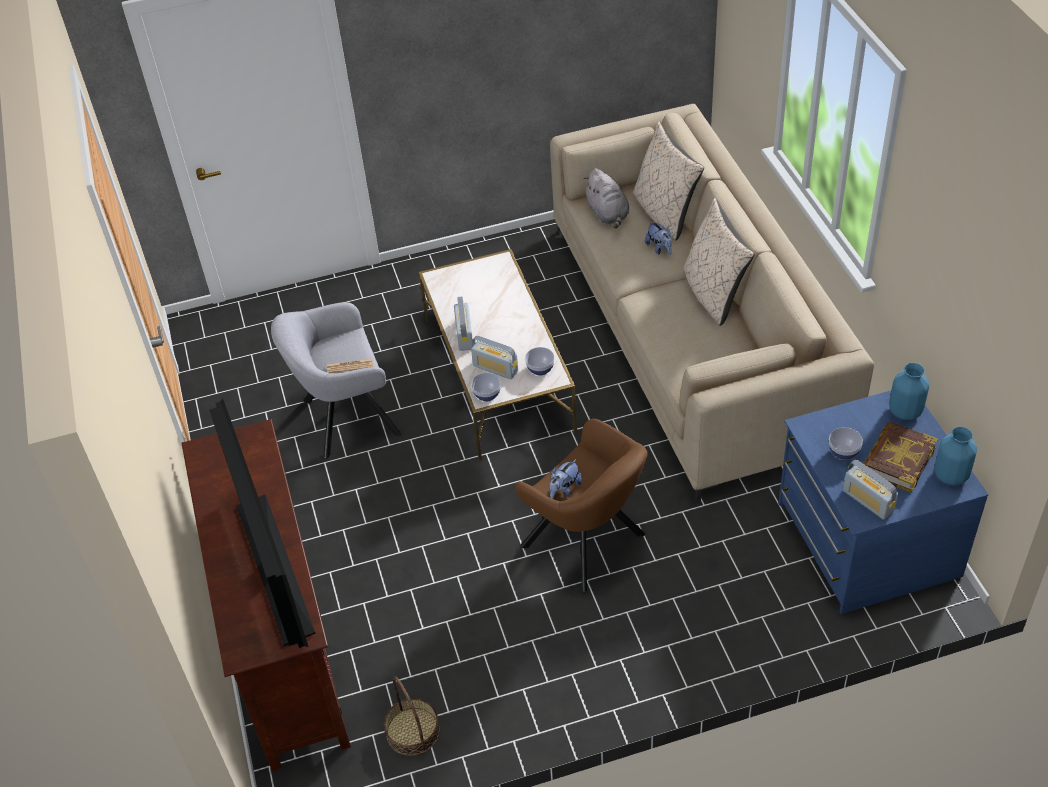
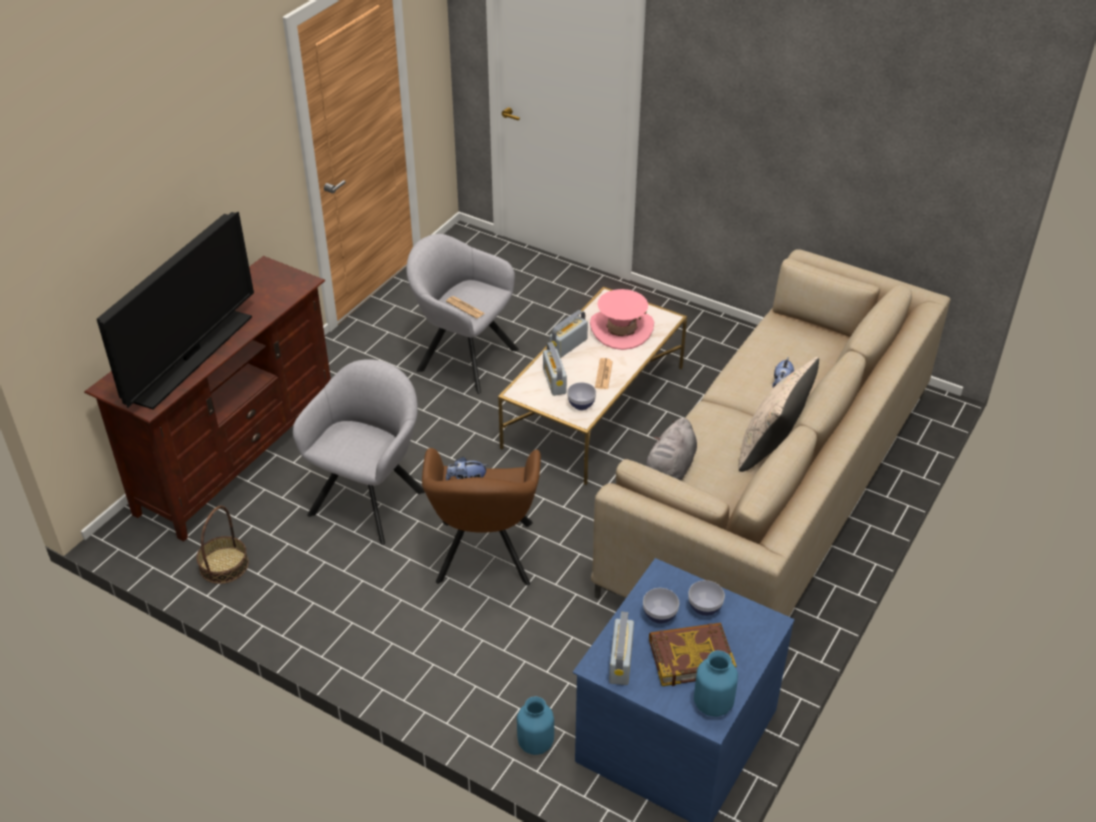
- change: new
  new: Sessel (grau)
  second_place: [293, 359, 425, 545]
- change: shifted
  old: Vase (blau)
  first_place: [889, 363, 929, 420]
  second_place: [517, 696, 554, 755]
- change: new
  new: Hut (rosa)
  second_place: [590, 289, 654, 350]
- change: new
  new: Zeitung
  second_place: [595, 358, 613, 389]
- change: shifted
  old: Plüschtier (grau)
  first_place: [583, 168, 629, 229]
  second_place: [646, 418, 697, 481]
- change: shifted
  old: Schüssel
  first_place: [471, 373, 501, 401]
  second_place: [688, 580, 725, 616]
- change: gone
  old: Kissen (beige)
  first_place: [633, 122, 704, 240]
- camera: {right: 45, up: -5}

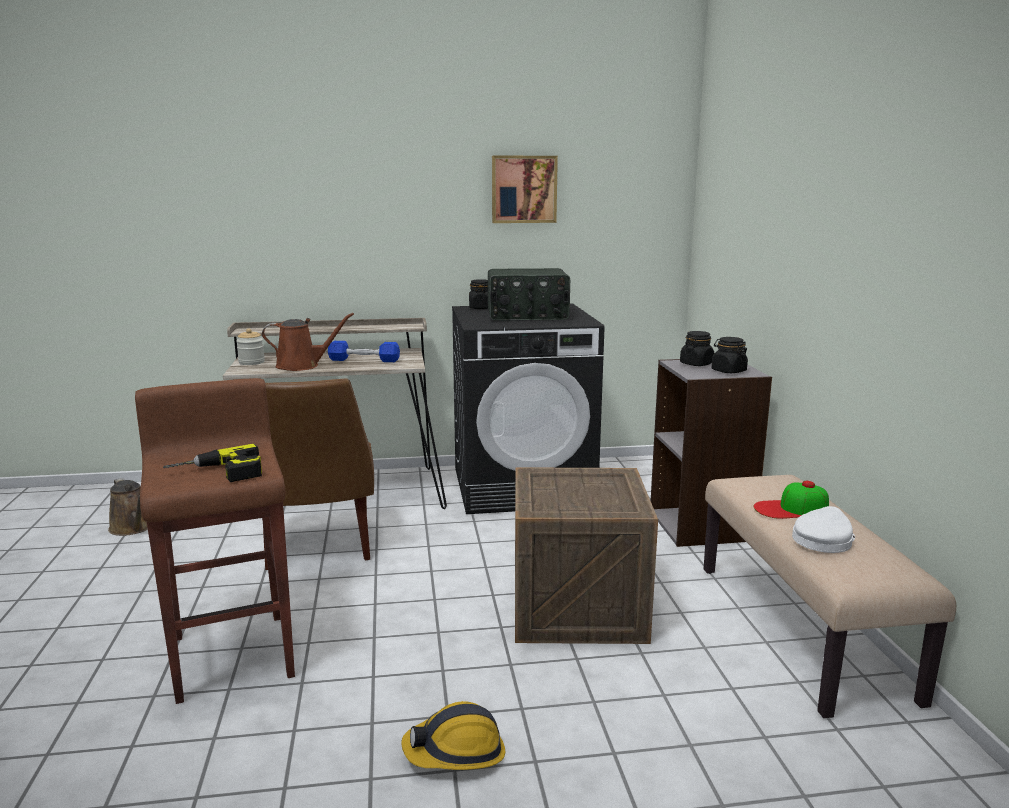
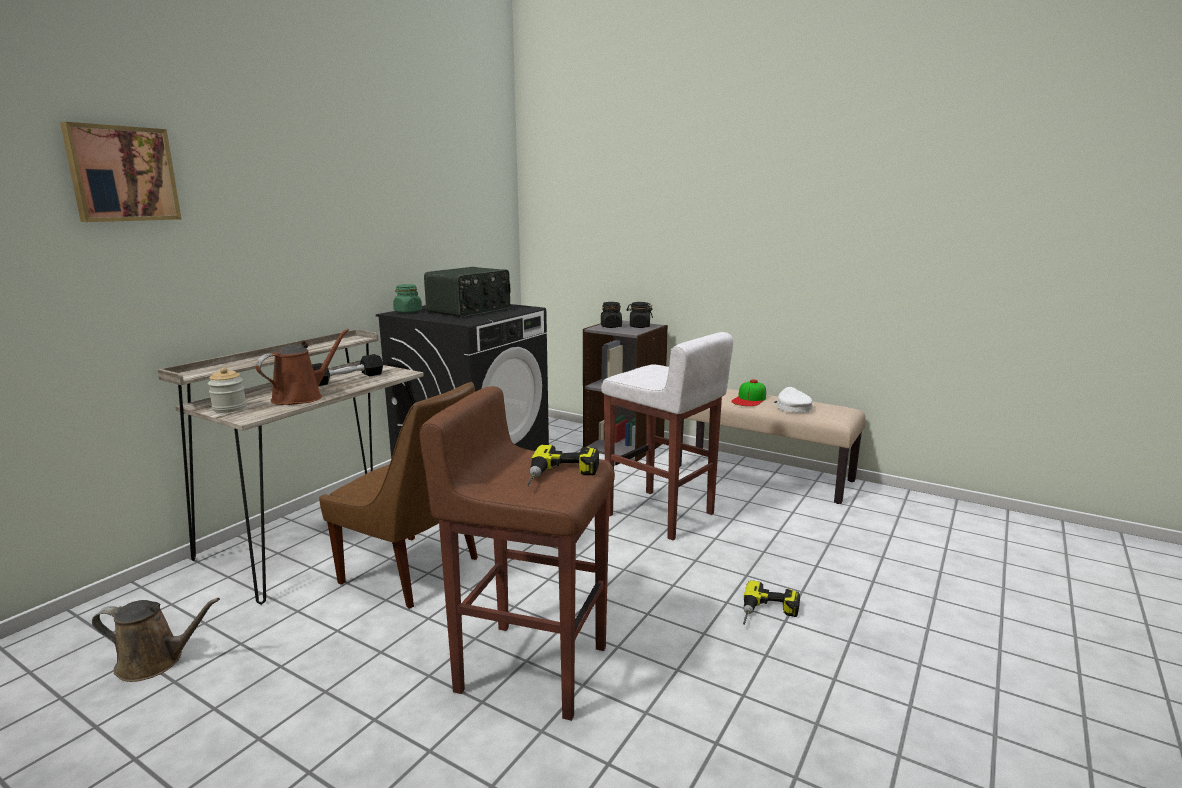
- change: shifted
  old: Bild
  first_place: [492, 156, 558, 223]
  second_place: [60, 122, 182, 222]
- change: repainted
  old: Hantel (blau)
  new: Hantel (schwarz)
  first_place: [328, 341, 400, 362]
  second_place: [312, 354, 383, 386]
- change: repainted
  old: Vorratsglas (schwarz)
  new: Vorratsglas (grün)
  first_place: [469, 279, 488, 309]
  second_place: [393, 284, 422, 313]
- change: swapped
  old: Kiste
  new: Hocker (weiß)
  first_place: [515, 467, 658, 644]
  second_place: [601, 332, 733, 541]
- change: swapped
  old: Schutzhelm
  new: Bohrmaschine
  first_place: [401, 701, 505, 770]
  second_place: [743, 580, 800, 625]
- camera: {right: -50, up: 0}

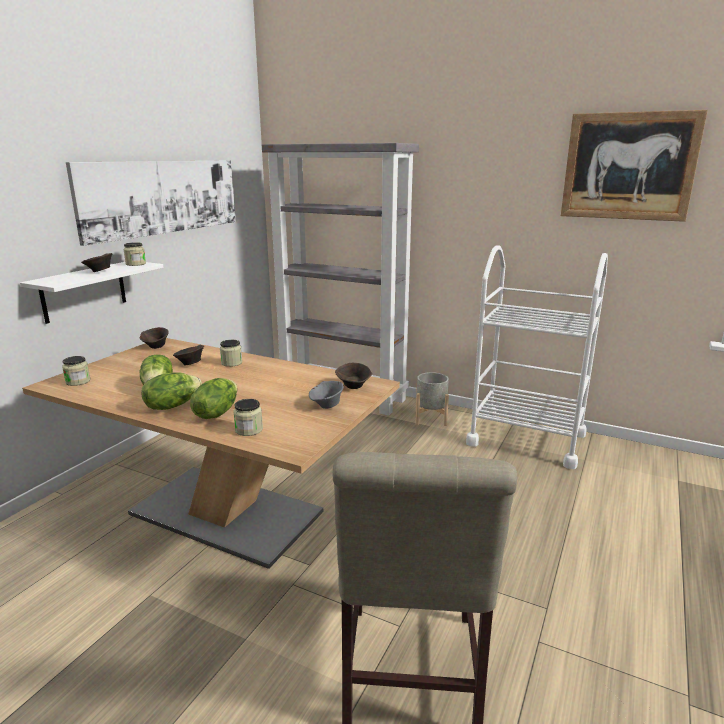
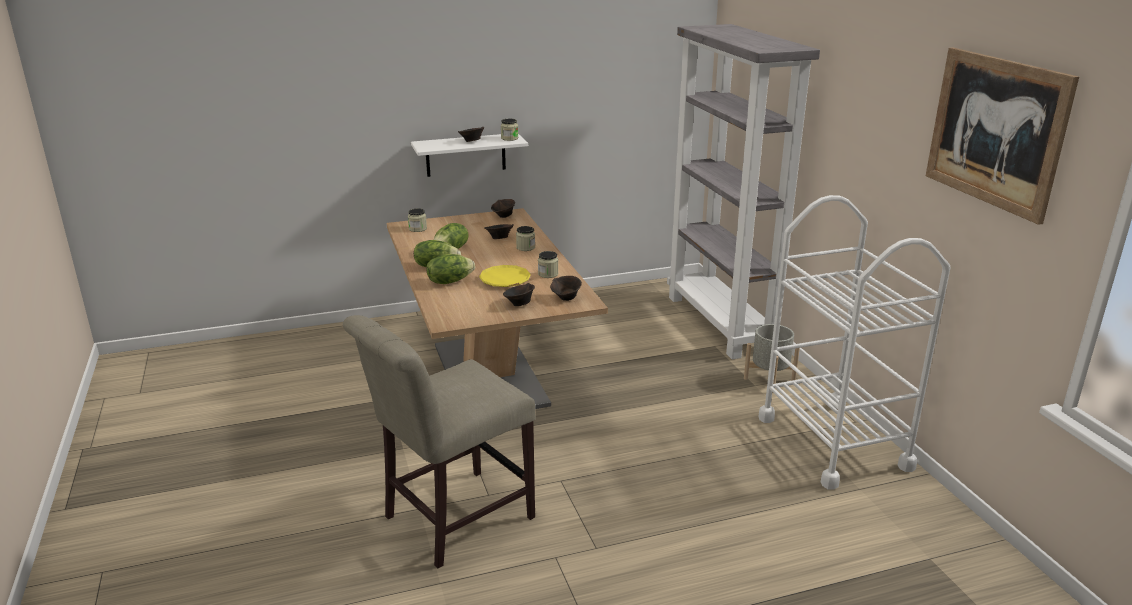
- change: new
  new: Teller (gelb)
  second_place: [479, 265, 531, 287]
- change: repainted
  old: Schüssel (grau)
  new: Schüssel (braun)
  first_place: [309, 381, 344, 409]
  second_place: [503, 283, 535, 306]
- change: shifted
  old: Vorratsglas
  first_place: [233, 399, 263, 436]
  second_place: [538, 251, 558, 278]
- change: gone
  old: Bild
  first_place: [66, 160, 236, 246]
- camera: {right: 45, up: 5}

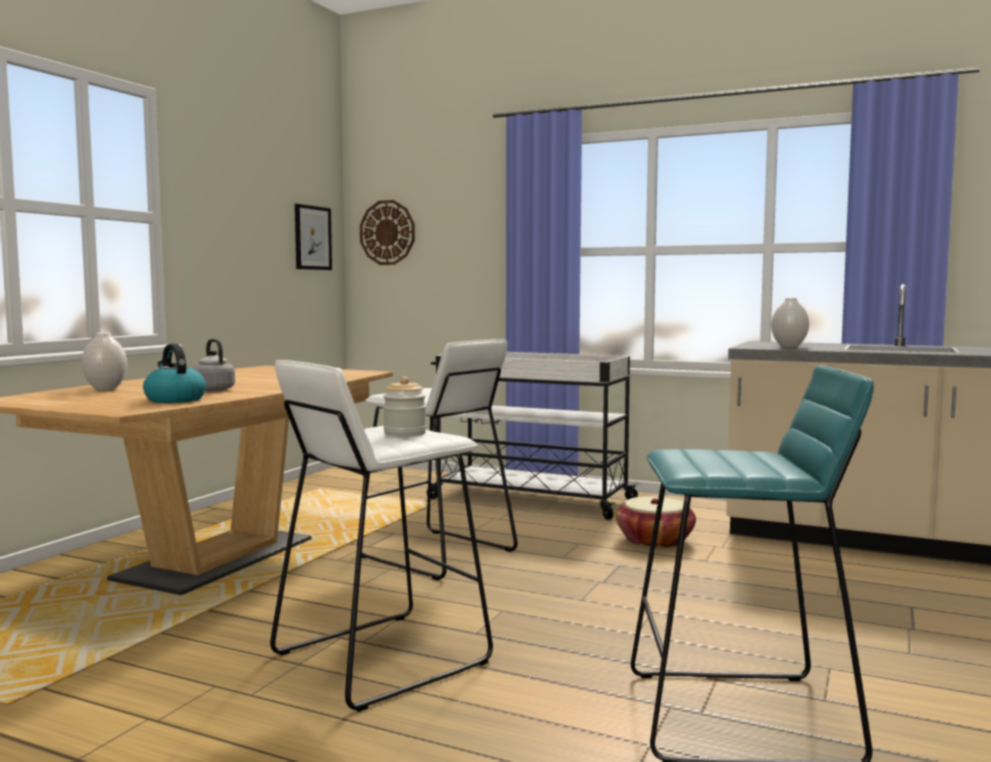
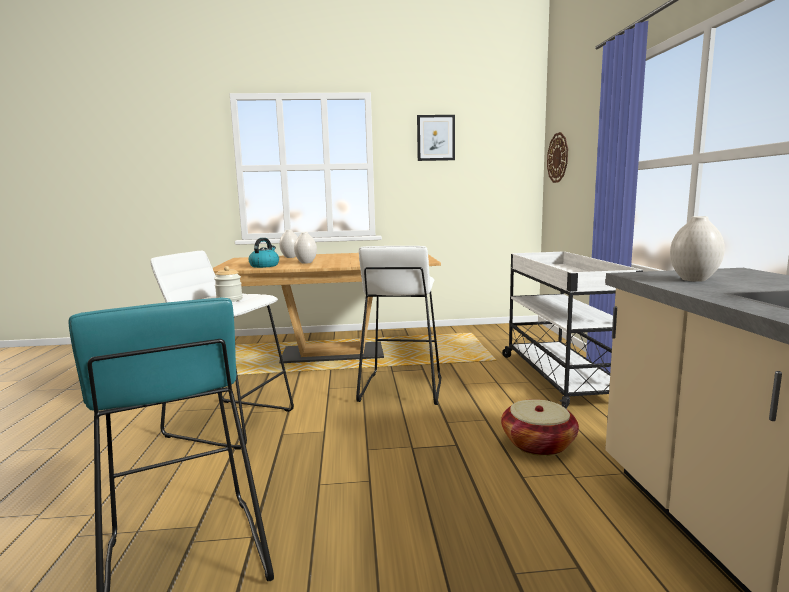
- change: swapped
  old: Wasserkessel (grau)
  new: Vase (weiß)
  first_place: [192, 339, 235, 391]
  second_place: [294, 232, 317, 264]
- change: shifted
  old: Bild
  first_place: [295, 204, 332, 270]
  second_place: [417, 115, 455, 161]
- camera: {right: 60, up: 5}

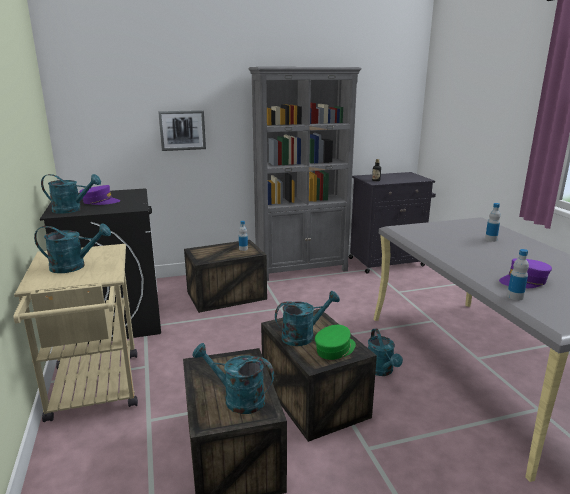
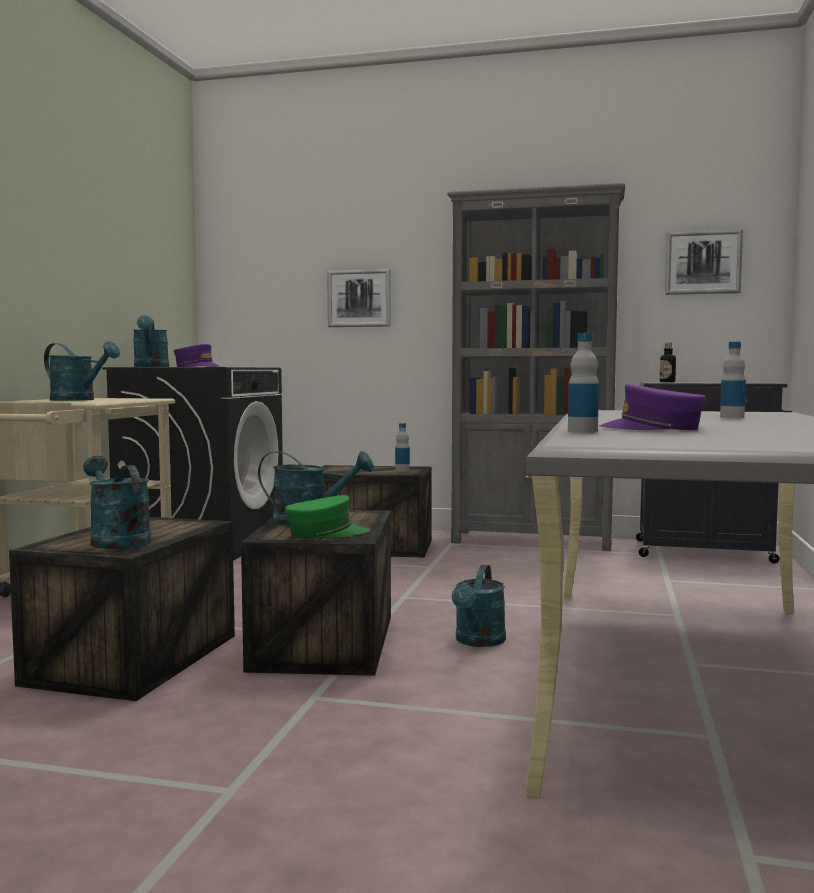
- change: rotated
  old: Gießkanne (türkis)
  first_place: [41, 174, 101, 214]
  second_place: [133, 315, 169, 367]
  degrees: 45
- change: new
  new: Bild
  second_place: [665, 229, 743, 295]
- camera: {right: 30, up: -15}

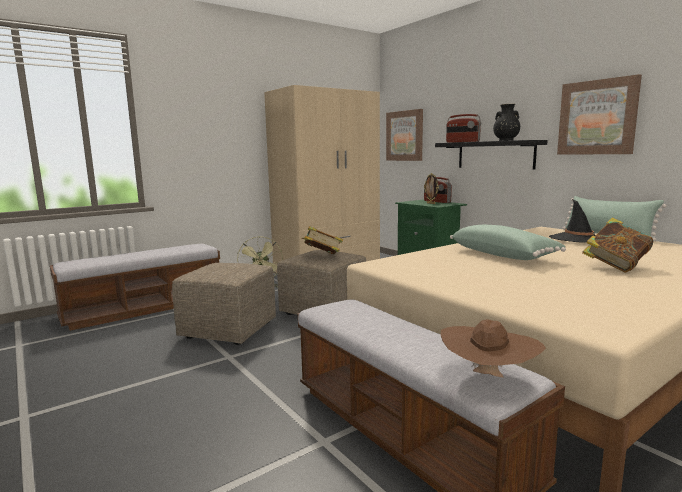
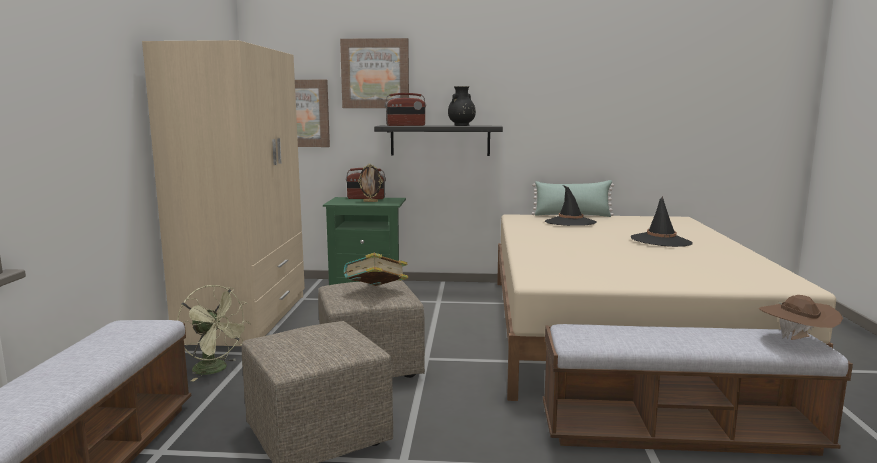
- change: shifted
  old: Bild
  first_place: [557, 74, 642, 155]
  second_place: [340, 38, 409, 108]
- change: swapped
  old: Buch
  new: Hut (schwarz)
  first_place: [582, 218, 653, 272]
  second_place: [631, 196, 693, 247]
- change: gone
  old: Kissen (grün)
  first_place: [450, 225, 566, 260]
- camera: {right: -50, up: 0}

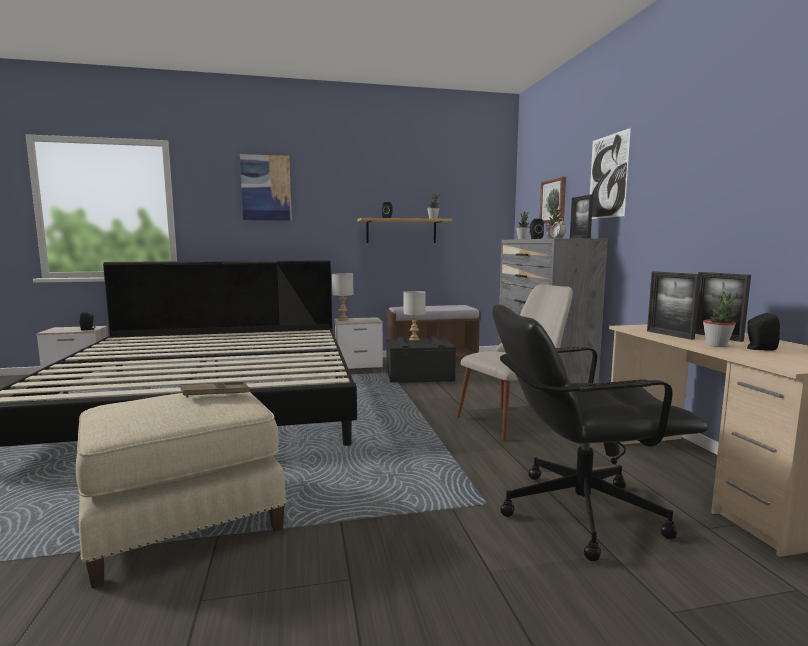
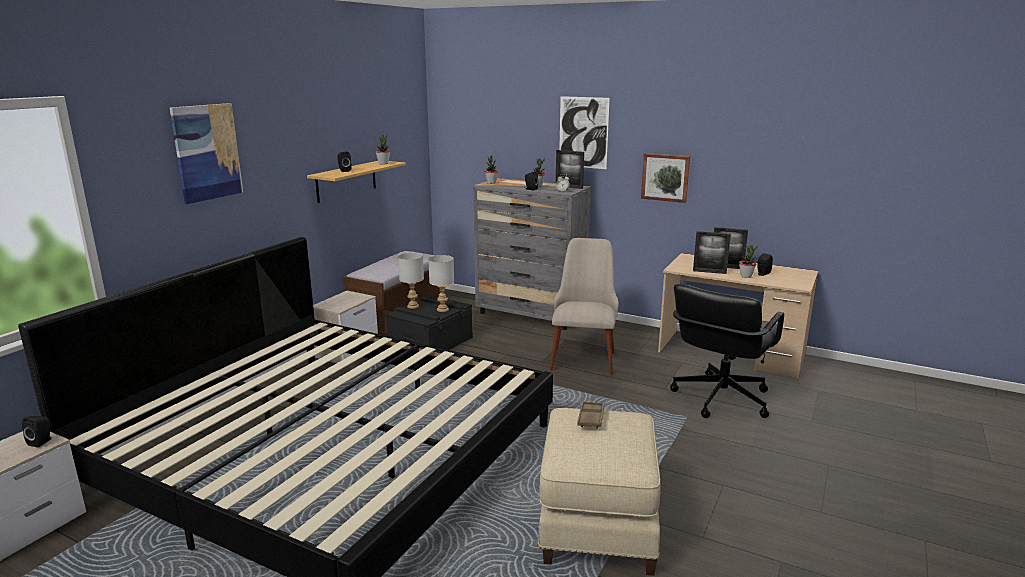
- change: shifted
  old: Tischlampe (grau)
  first_place: [332, 273, 354, 321]
  second_place: [428, 255, 454, 312]
- change: shifted
  old: Bild
  first_place: [539, 177, 566, 223]
  second_place: [641, 153, 690, 203]
- camera: {right: -50, up: 10}

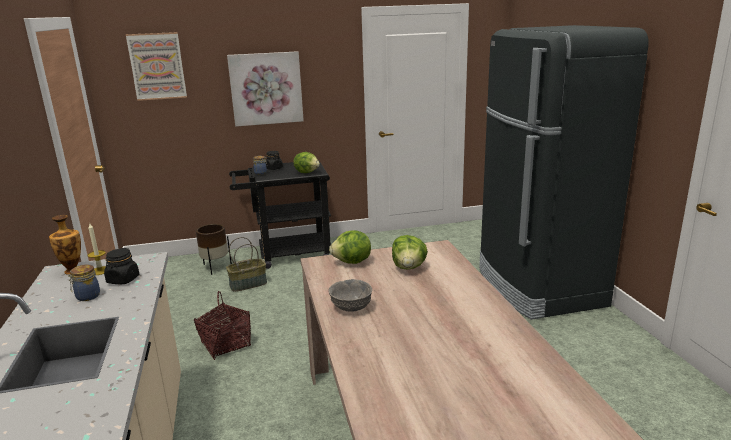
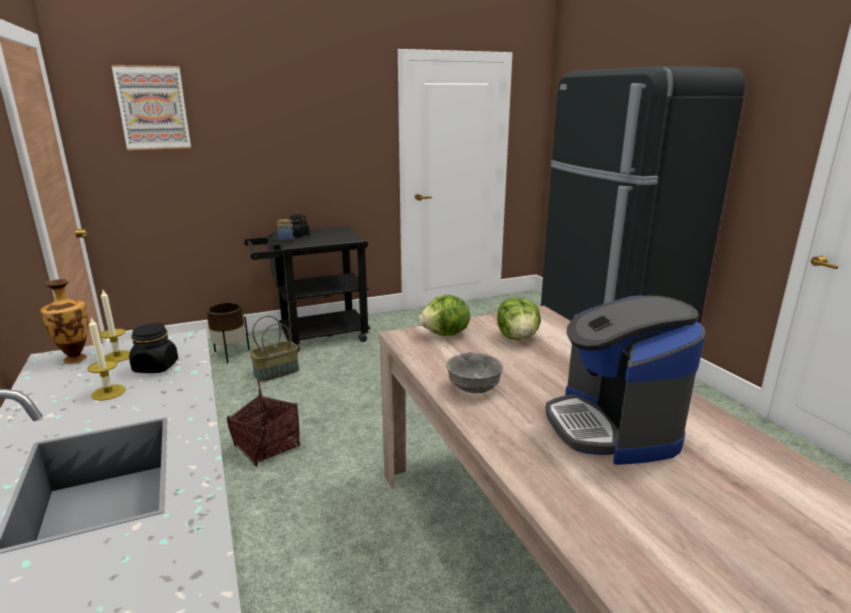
- change: swapped
  old: Vorratsglas
  new: Kerze
  first_place: [68, 265, 100, 301]
  second_place: [87, 317, 126, 400]
- change: new
  new: Kaffeemaschine
  second_place: [546, 295, 706, 465]
- change: gone
  old: Bild
  first_place: [227, 51, 304, 127]
- change: gone
  old: Salatkopf
  first_place: [293, 152, 320, 173]
- camera: {right: -10, up: 0}

